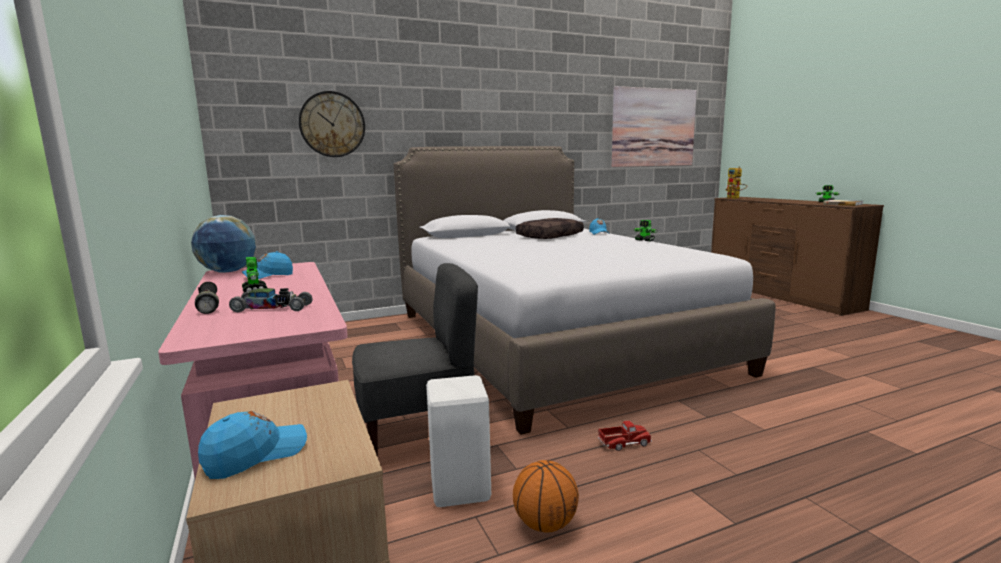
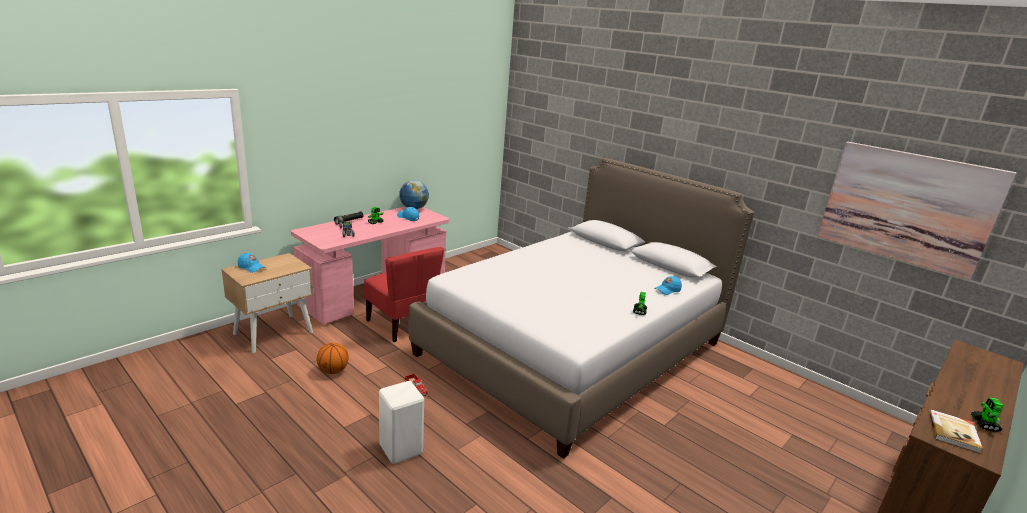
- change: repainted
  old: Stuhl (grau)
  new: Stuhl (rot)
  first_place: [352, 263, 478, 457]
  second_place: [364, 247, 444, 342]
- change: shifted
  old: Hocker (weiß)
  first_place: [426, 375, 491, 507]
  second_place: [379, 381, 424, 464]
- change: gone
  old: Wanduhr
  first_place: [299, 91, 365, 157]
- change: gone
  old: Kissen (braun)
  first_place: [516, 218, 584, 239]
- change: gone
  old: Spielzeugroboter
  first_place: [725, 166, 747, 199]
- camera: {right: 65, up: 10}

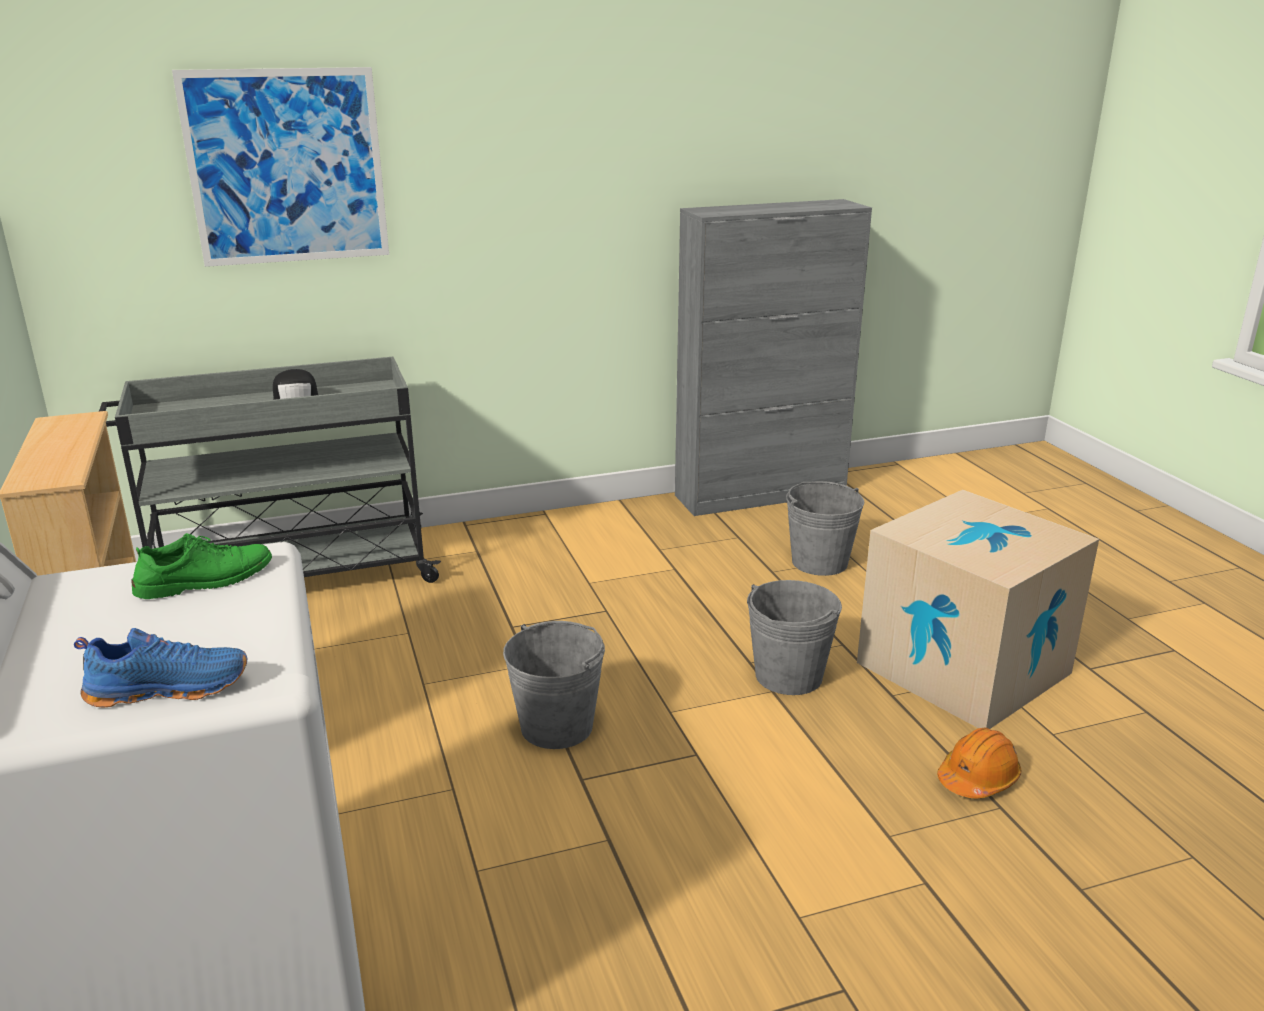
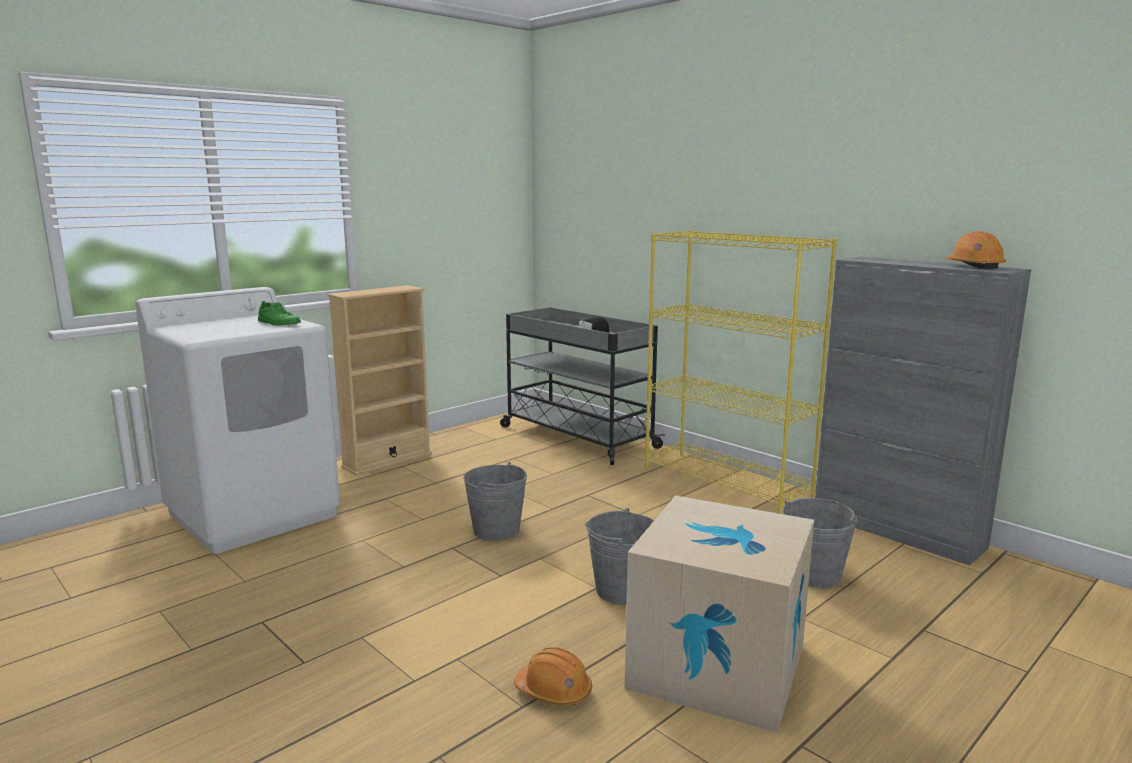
- change: new
  new: Bücherregal (gelb)
  second_place: [645, 230, 837, 514]
- change: new
  new: Schutzhelm (orange)
  second_place: [945, 231, 1006, 269]
- change: gone
  old: Schuh (blau)
  first_place: [74, 628, 247, 708]
- change: gone
  old: Bild
  first_place: [172, 67, 389, 267]
- camera: {right: 65, up: -10}

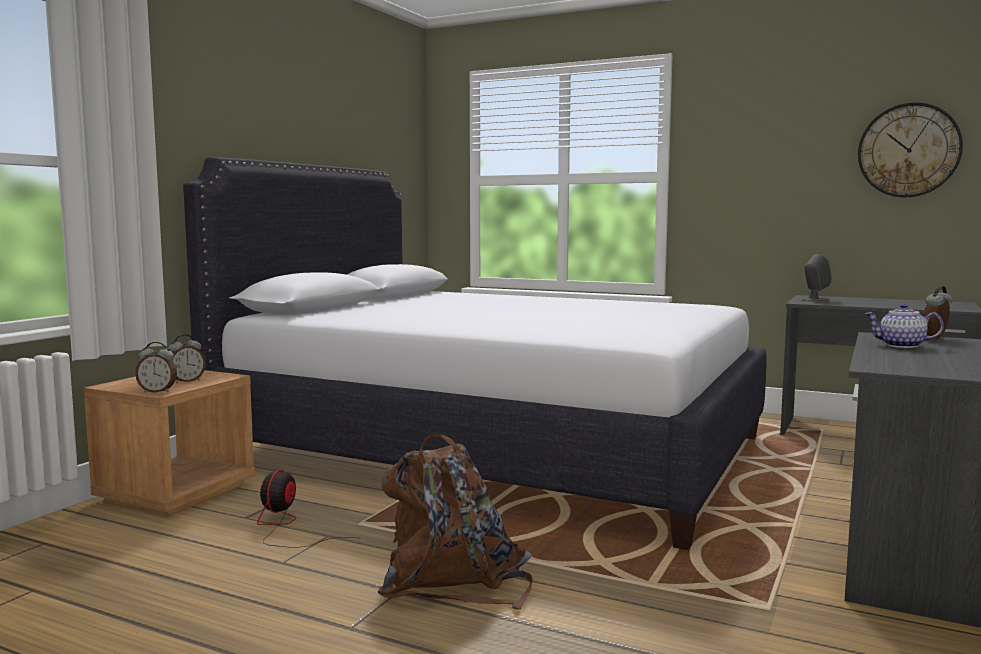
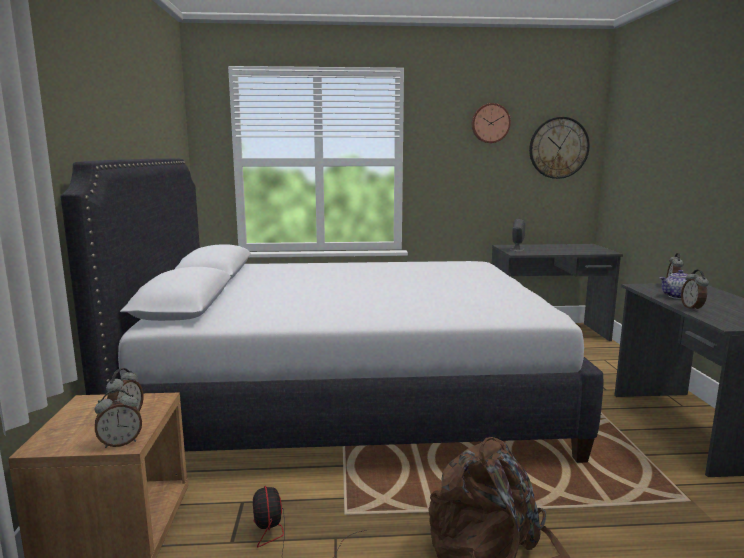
- change: new
  new: Wanduhr
  second_place: [472, 103, 511, 143]
- change: new
  new: Wecker
  second_place: [681, 270, 709, 311]
- camera: {right: -30, up: 5}

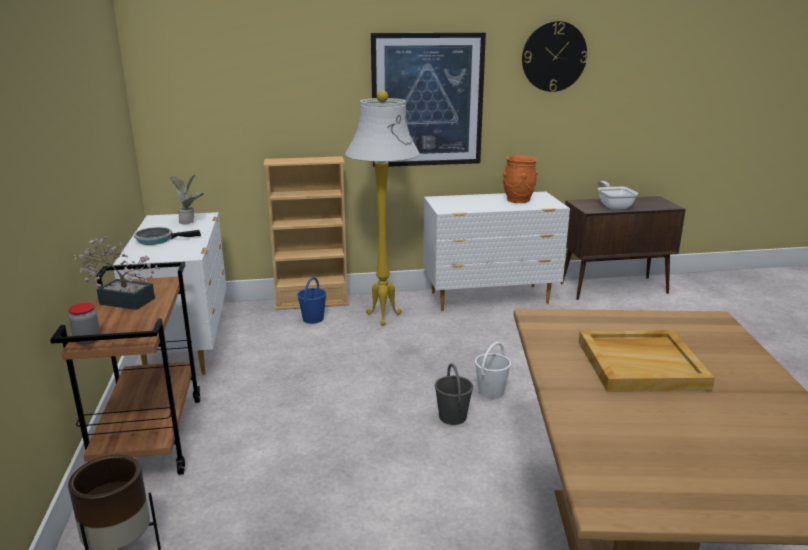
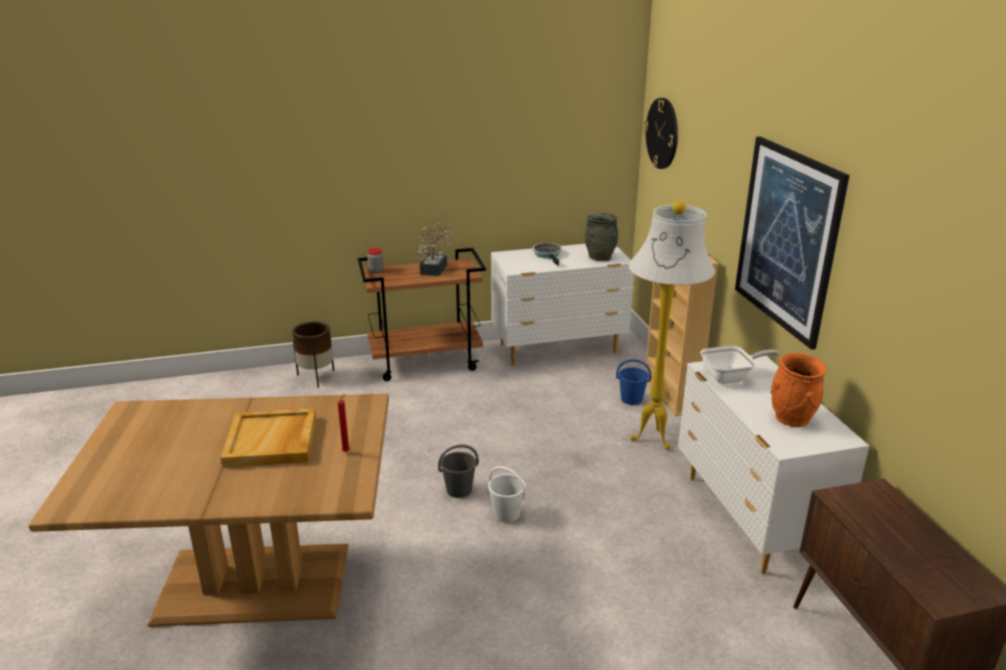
- change: new
  new: Kerze (rot)
  second_place: [338, 393, 350, 452]
- change: swapped
  old: Topfpflanze
  new: Vase (grau)
  first_place: [169, 175, 203, 225]
  second_place: [585, 213, 618, 261]
- change: shifted
  old: Wanduhr
  first_place: [522, 21, 588, 92]
  second_place: [644, 98, 678, 169]
- change: shifted
  old: Pfanne
  first_place: [598, 181, 638, 209]
  second_place: [700, 346, 780, 384]
- camera: {right: 85, up: 5}

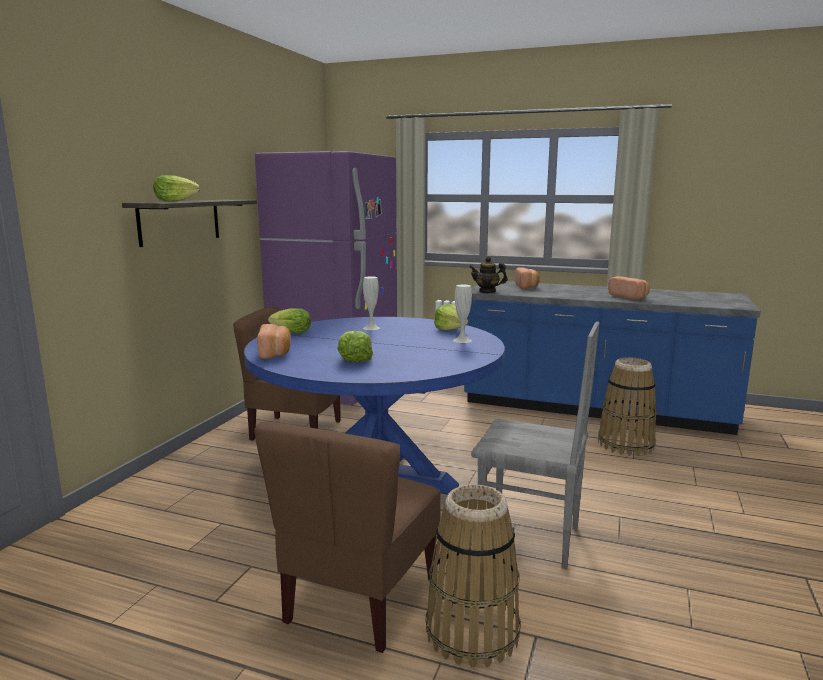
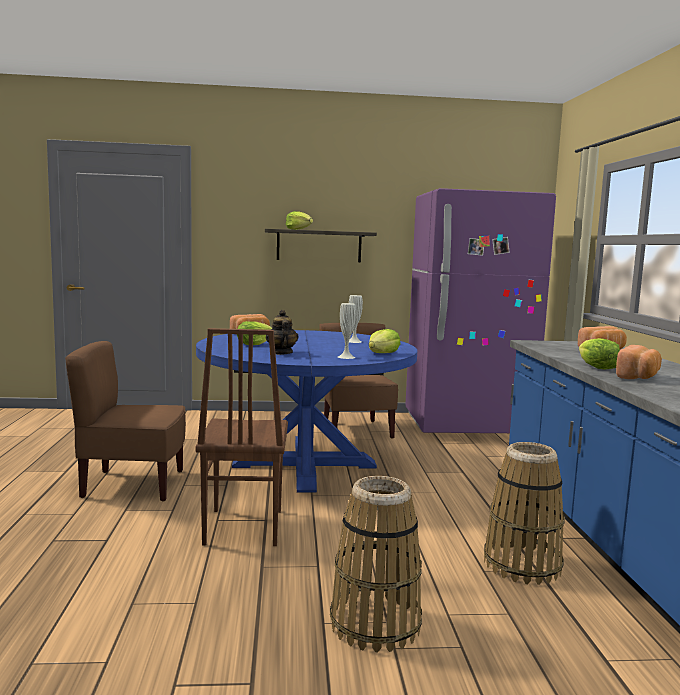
- change: repainted
  old: Stuhl (grau)
  new: Stuhl (braun)
  first_place: [471, 322, 600, 569]
  second_place: [195, 328, 288, 546]
- change: shifted
  old: Teekanne
  first_place: [470, 257, 508, 293]
  second_place: [266, 310, 299, 355]
- change: shifted
  old: Korb
  first_place: [426, 484, 521, 668]
  second_place: [330, 476, 422, 652]
- change: shifted
  old: Salatkopf
  first_place: [268, 308, 311, 334]
  second_place: [579, 338, 620, 369]
- camera: {right: 65, up: -5}

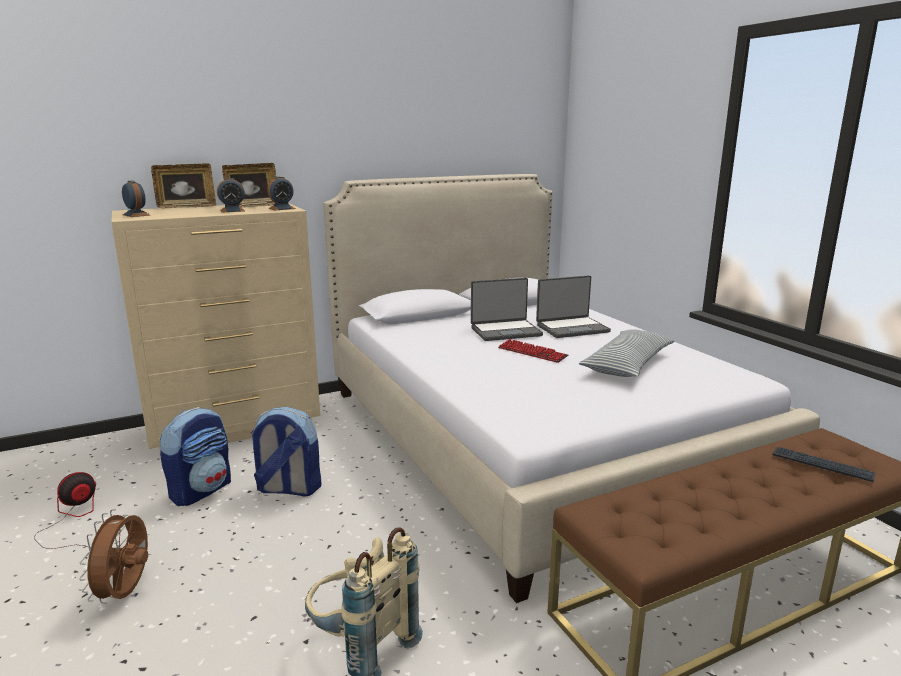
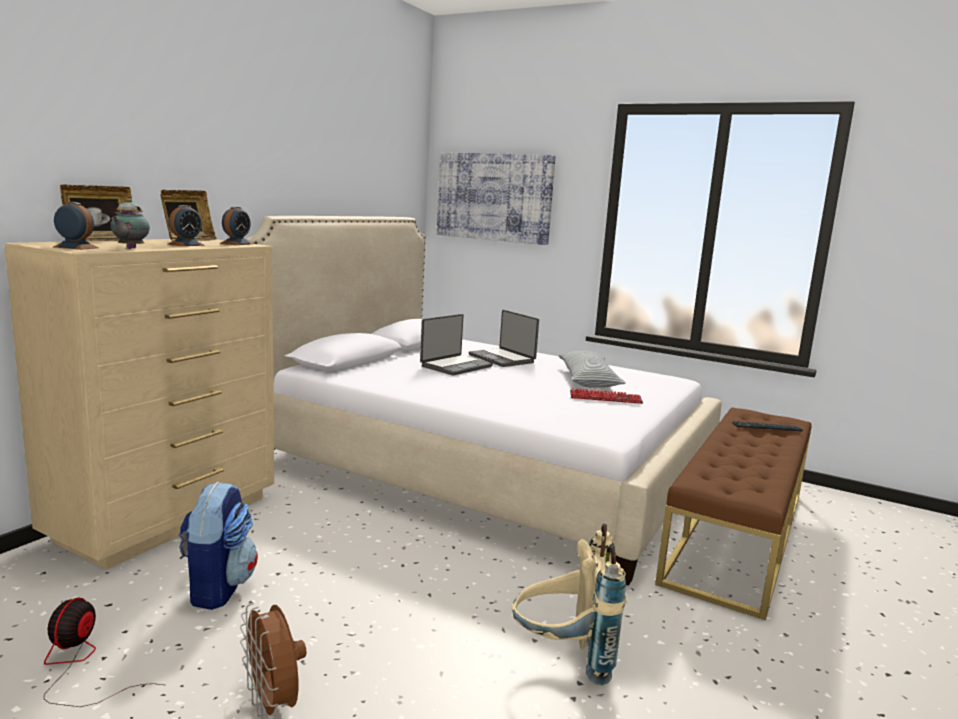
- change: new
  new: Teekanne
  second_place: [111, 198, 150, 249]
- change: new
  new: Bild
  second_place: [437, 152, 555, 245]
- change: rotated
  old: Laptop
  first_place: [536, 275, 611, 338]
  second_place: [469, 310, 539, 367]
  degrees: 105
- change: shifted
  old: Tastatur
  first_place: [498, 339, 568, 363]
  second_place: [570, 388, 643, 404]
- change: gone
  old: Rucksack
  first_place: [251, 407, 321, 497]
- camera: {right: -35, up: -5}

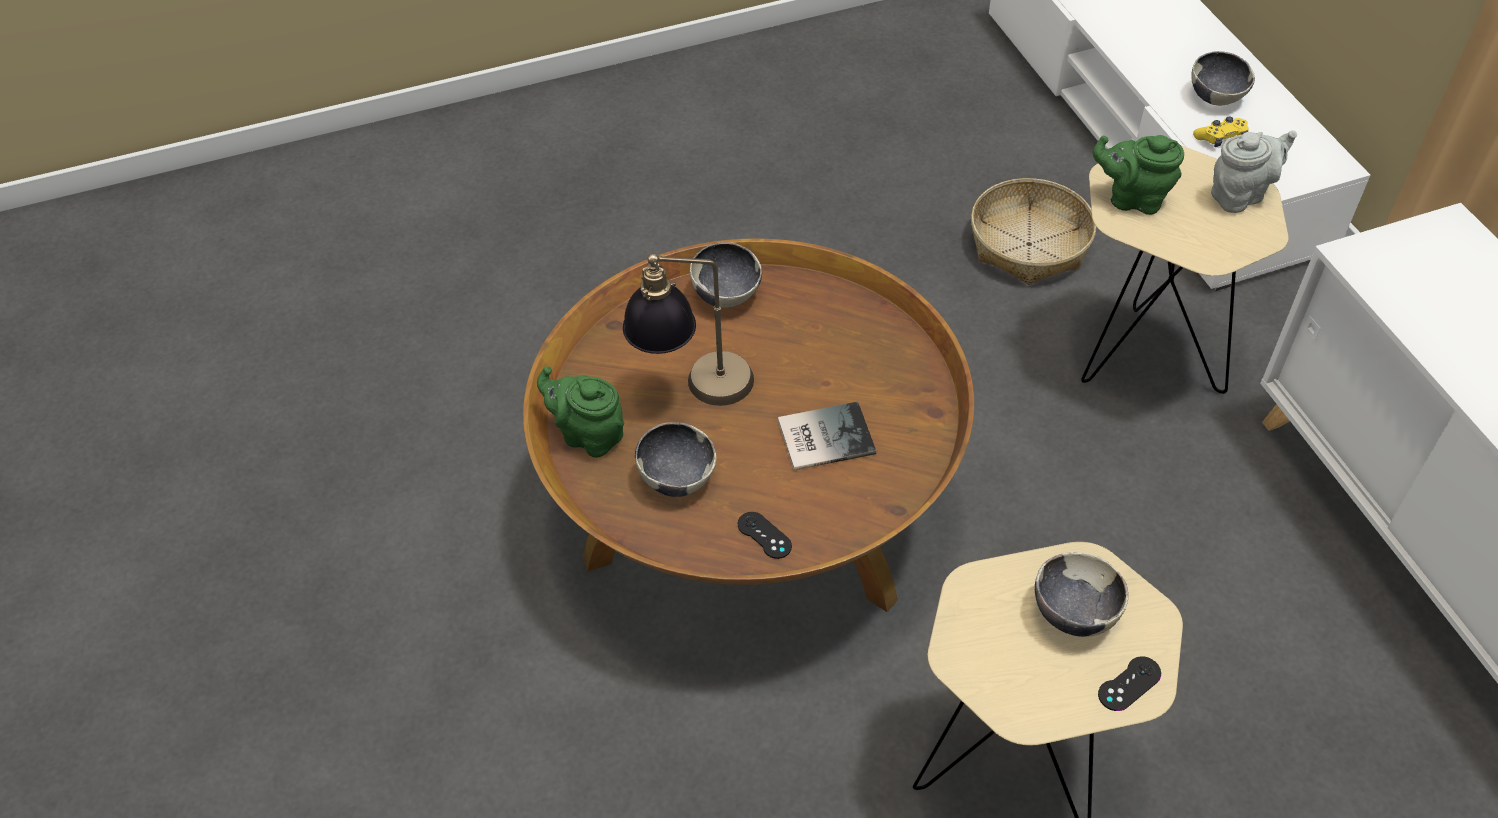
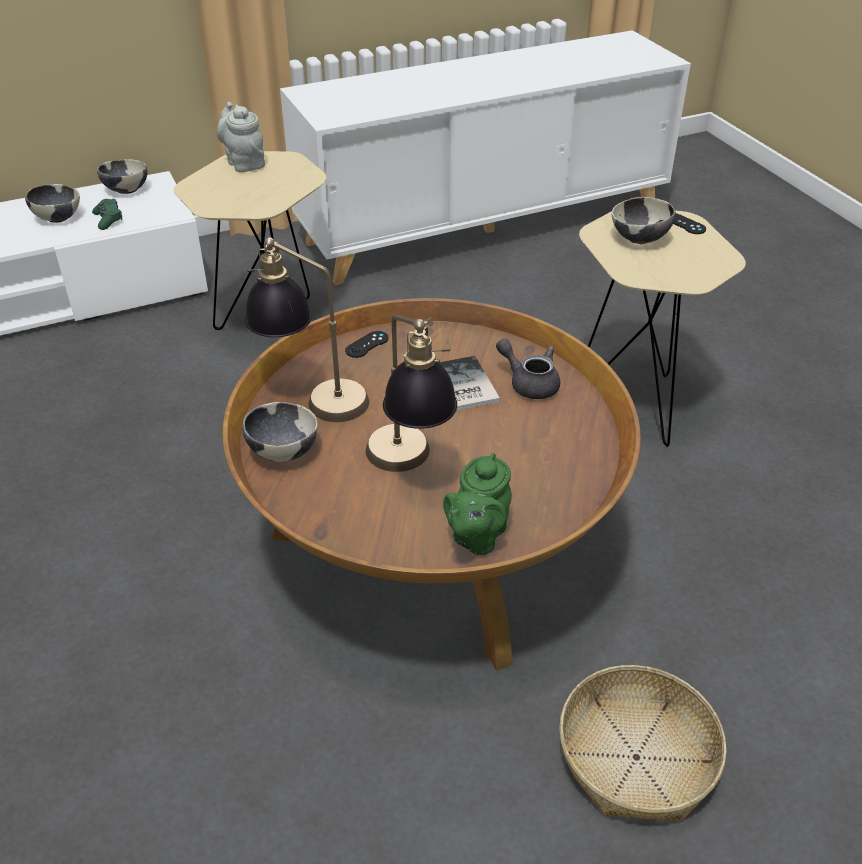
- change: repainted
  old: Gamepad (gelb)
  new: Gamepad (grün)
  first_place: [1193, 116, 1249, 147]
  second_place: [92, 199, 122, 230]
- change: shifted
  old: Schüssel
  first_place: [635, 422, 716, 497]
  second_place: [97, 159, 148, 194]
- change: new
  new: Tischlampe
  second_place: [245, 237, 369, 422]
- change: shifted
  old: Gamepad (schwarz)
  first_place: [738, 512, 792, 559]
  second_place: [345, 331, 388, 358]
- change: new
  new: Teekanne (grau)
  second_place: [496, 339, 560, 399]
- change: shifted
  old: Korb
  first_place: [971, 178, 1096, 285]
  second_place: [559, 665, 727, 821]
- change: gone
  old: Teekanne (grün)
  first_place: [1093, 135, 1184, 215]
- camera: {right: -95, up: -10}

